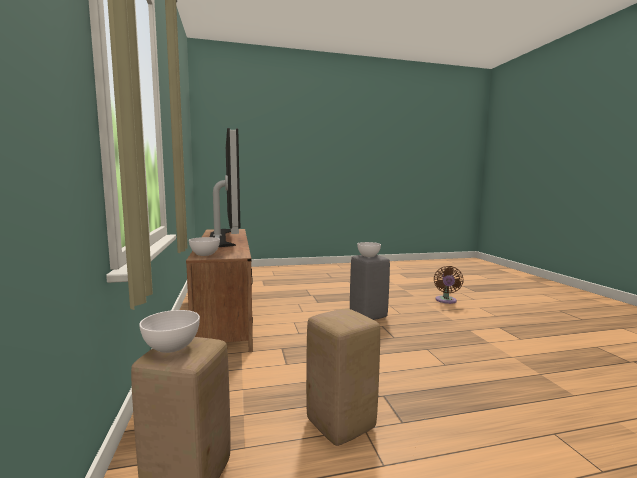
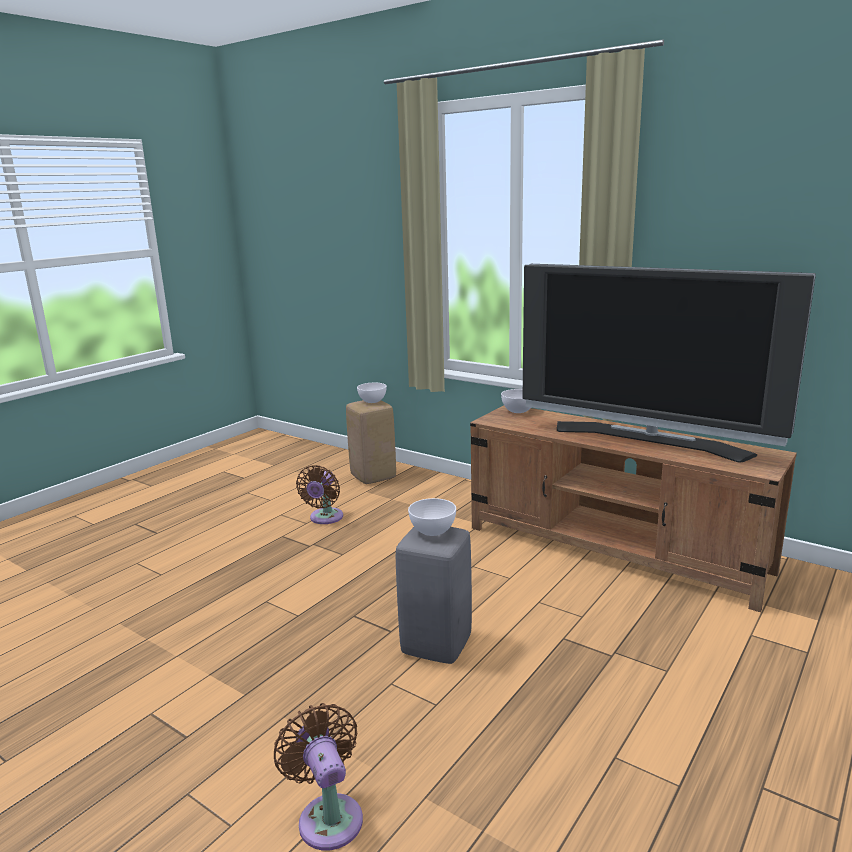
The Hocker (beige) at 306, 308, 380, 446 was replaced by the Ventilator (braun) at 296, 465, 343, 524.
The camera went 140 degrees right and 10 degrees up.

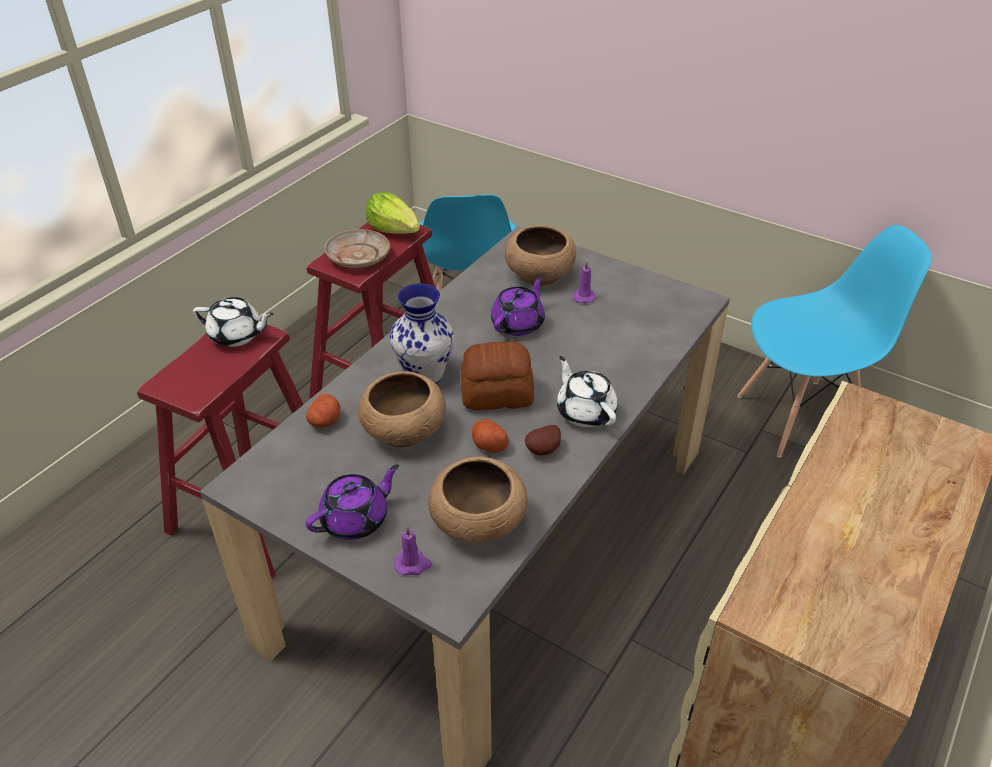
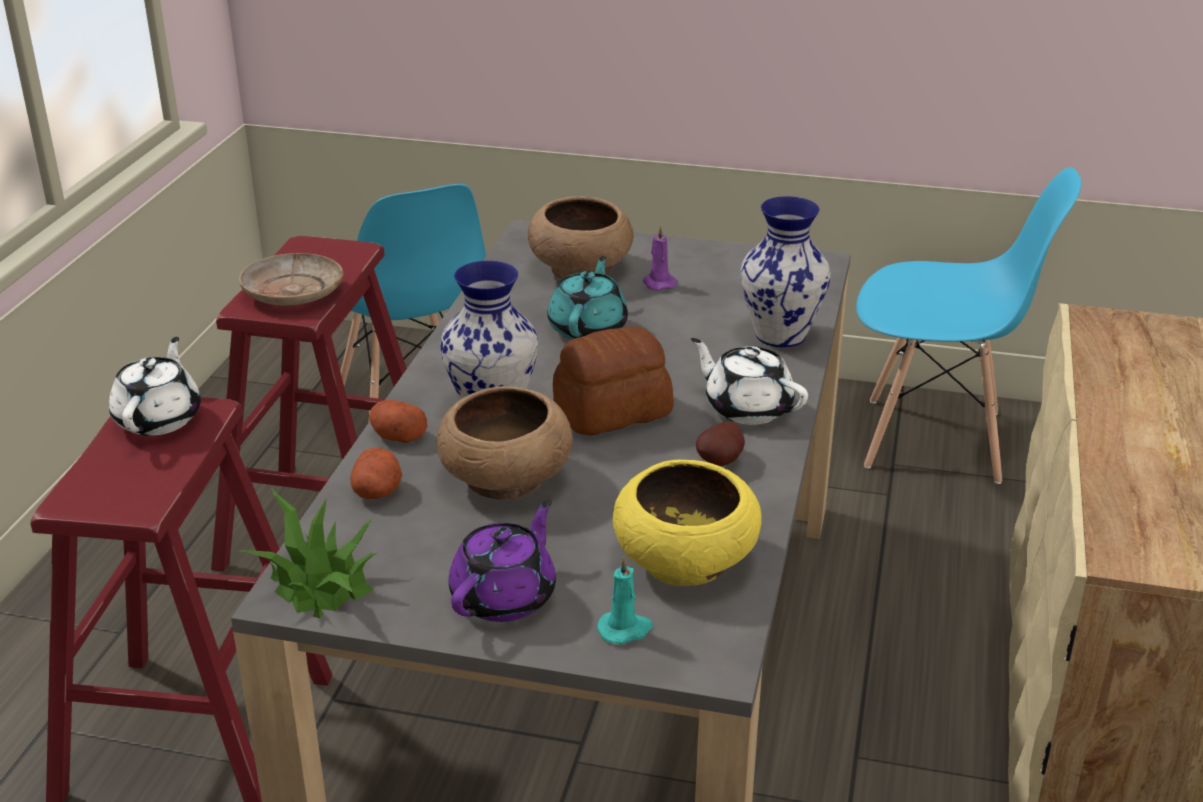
The Teekanne (weiß) at 193, 297, 274, 347 turned 75 degrees counterclockwise.
The Salatkopf at 366, 192, 420, 234 disappeared.
The Kerze (lila) at 394, 526, 432, 576 became the Kerze (türkis) at 597, 556, 653, 644.
The Schüssel (braun) at 428, 457, 528, 544 became the Schüssel (gelb) at 613, 460, 762, 586.
The Kartoffel moved from 472, 419, 509, 453 to 369, 400, 427, 443.
The Teekanne (lila) at 491, 276, 545, 336 became the Teekanne (türkis) at 548, 256, 628, 340.
The Stuhl (blau) at 737, 225, 932, 458 turned 45 degrees clockwise.
The Topfpflanze at 239, 489, 377, 618 appeared.
The Vase at 740, 196, 831, 347 appeared.
The camera went 20 degrees left and 10 degrees down.

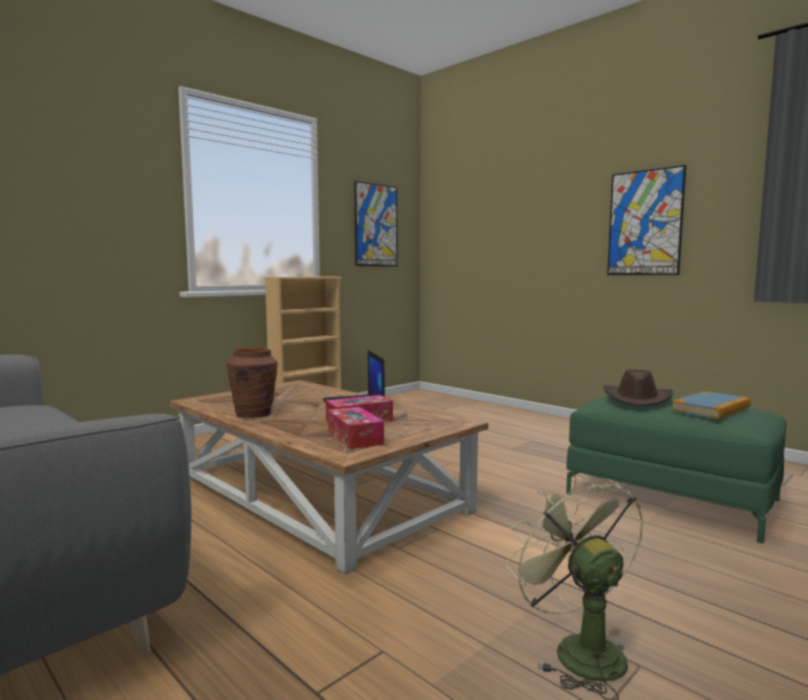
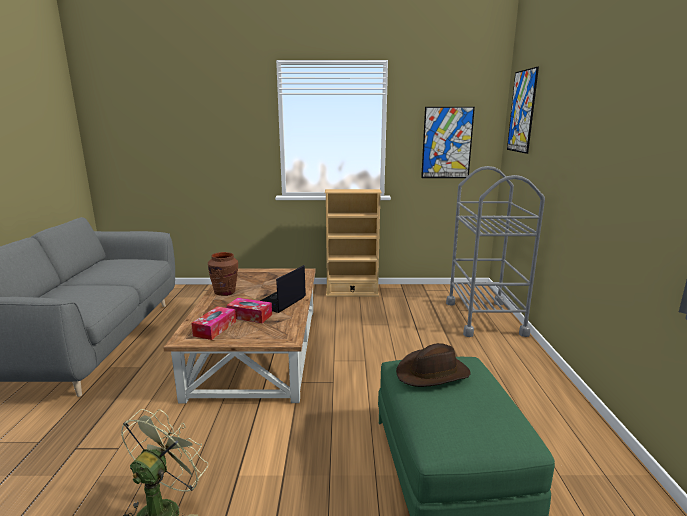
The Bild moved from 607, 165, 686, 275 to 507, 67, 539, 154.
The Buch at 671, 392, 751, 419 disappeared.
The Rollwagen (grau) at 446, 166, 545, 337 appeared.
The camera went 45 degrees right and 10 degrees up.

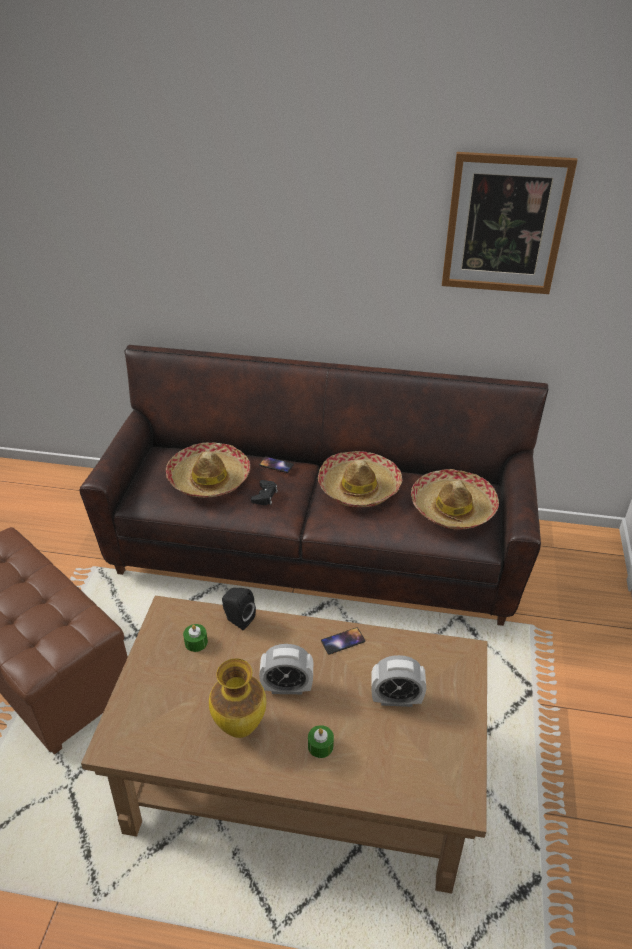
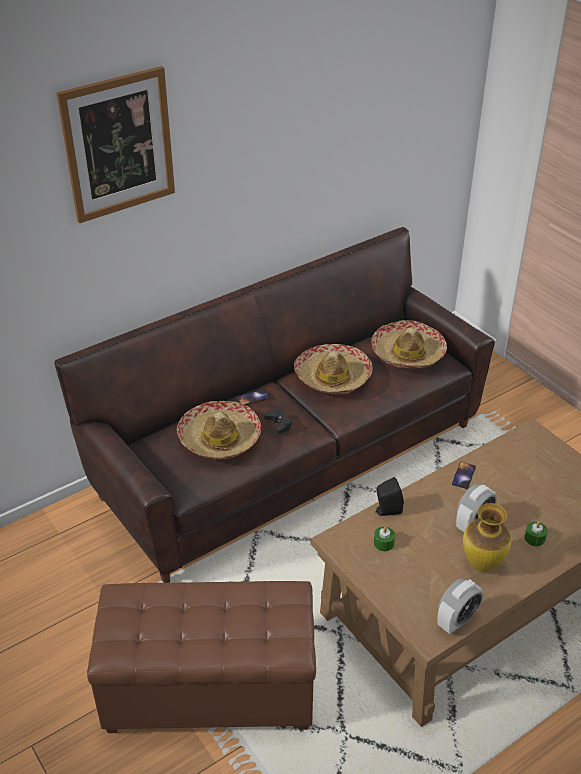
The Wecker moved from 371, 655, 426, 707 to 437, 578, 483, 634.
The Bild moved from 442, 152, 577, 294 to 57, 66, 175, 223.
The camera went 45 degrees left and 0 degrees up.

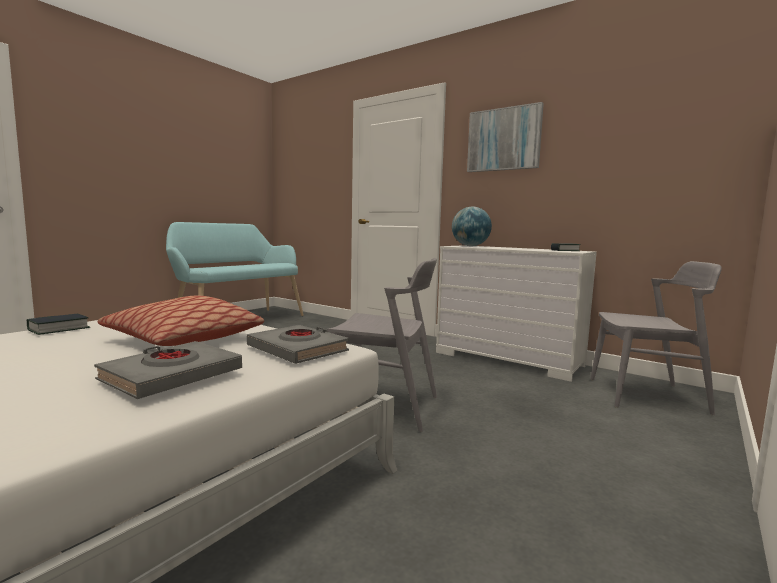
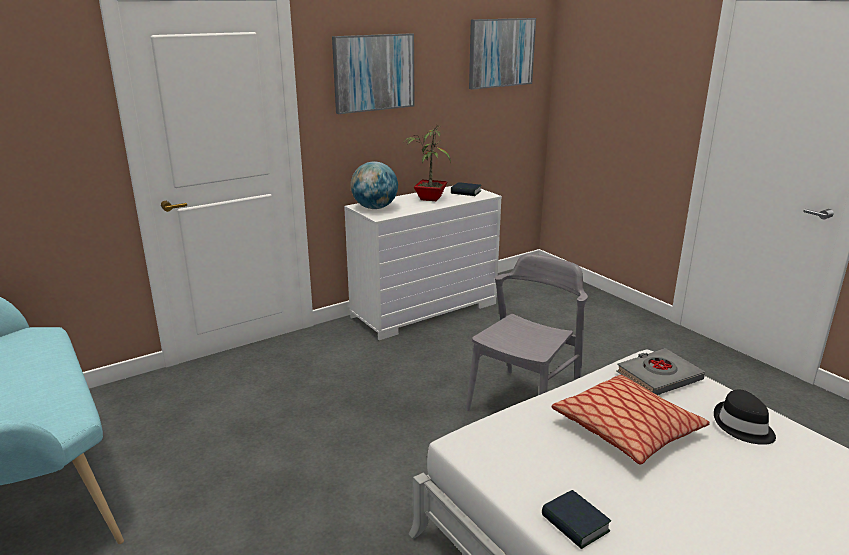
The Buch (grau) at 94, 341, 242, 399 was replaced by the Hut (schwarz) at 714, 389, 776, 445.
The Stuhl (grau) at 591, 261, 722, 415 disappeared.
The Topfpflanze at 404, 125, 451, 201 appeared.
The Bild at 469, 18, 536, 90 appeared.
The camera went 70 degrees left and 15 degrees up.

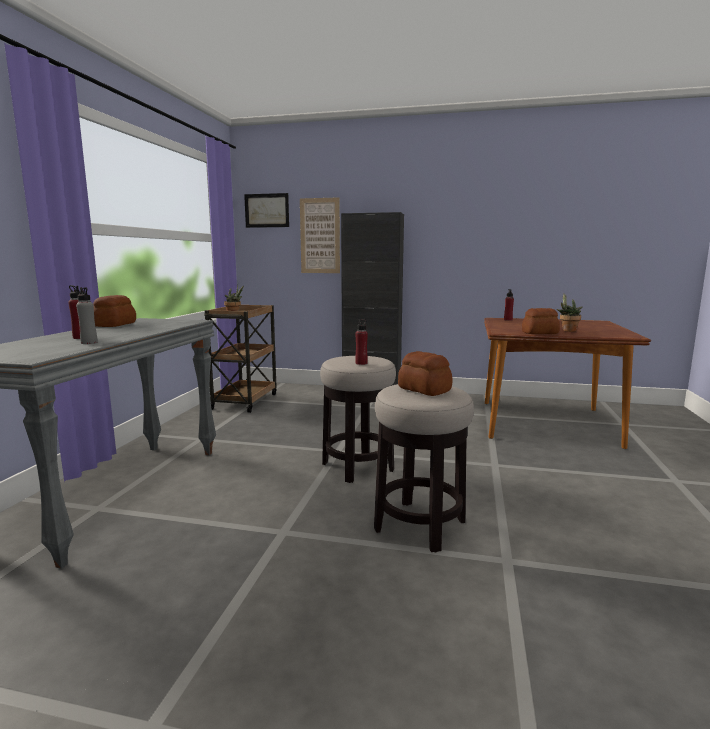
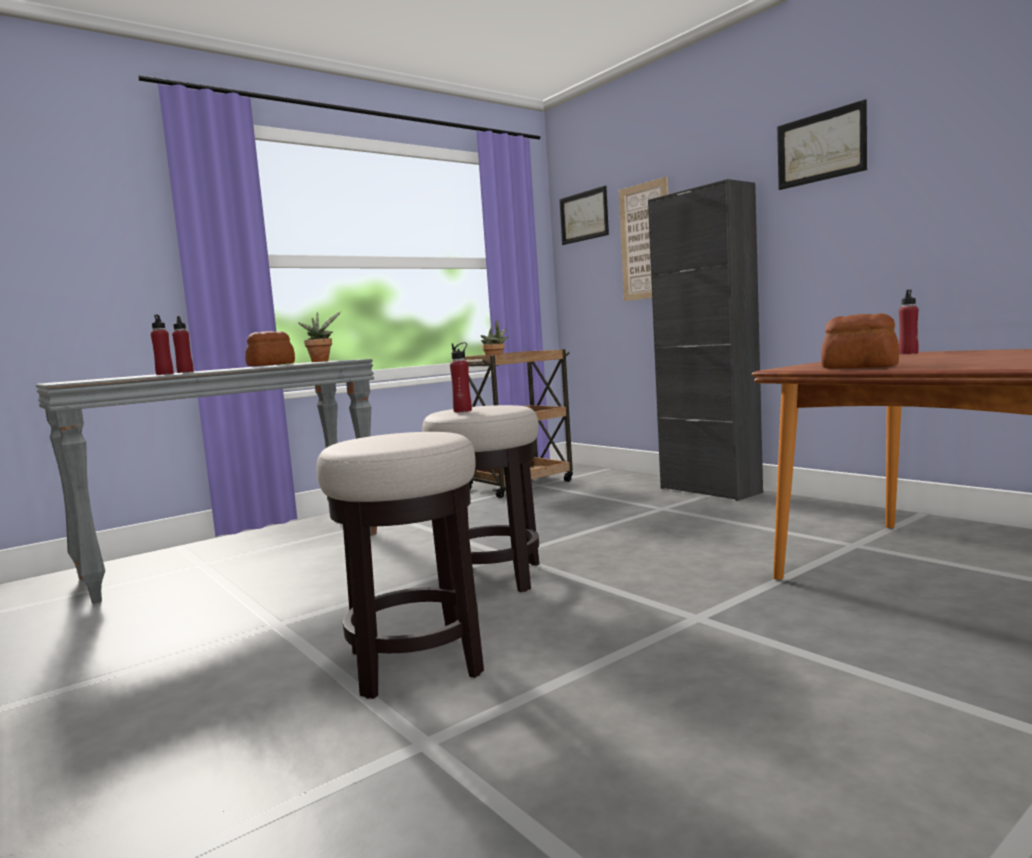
The Flasche (grau) at 76, 287, 98, 344 became the Flasche (rot) at 151, 314, 174, 375.
The Brot at 398, 351, 452, 396 disappeared.
The Topfpflanze moved from 557, 294, 582, 332 to 298, 311, 341, 362.
The Bild at 777, 99, 867, 190 appeared.
The camera went 40 degrees right and 5 degrees down.

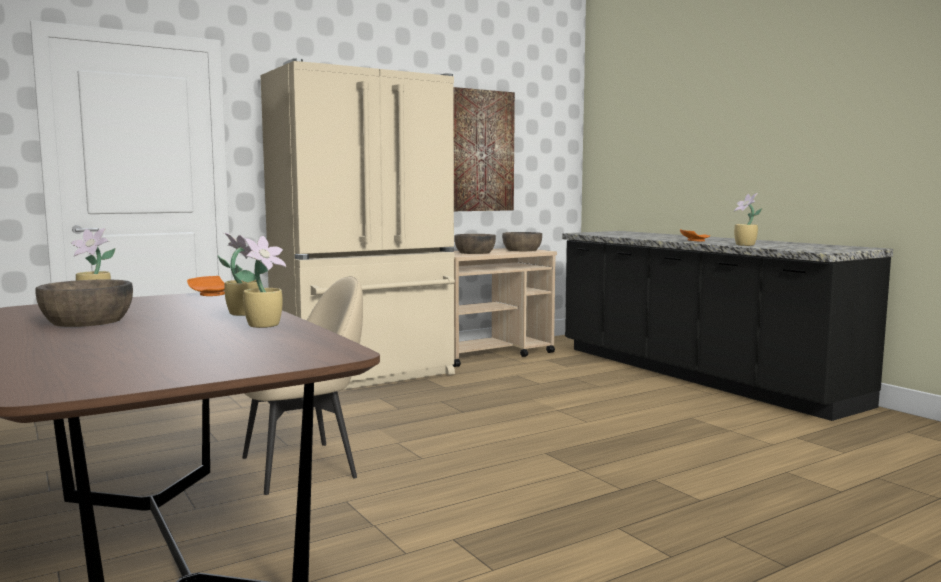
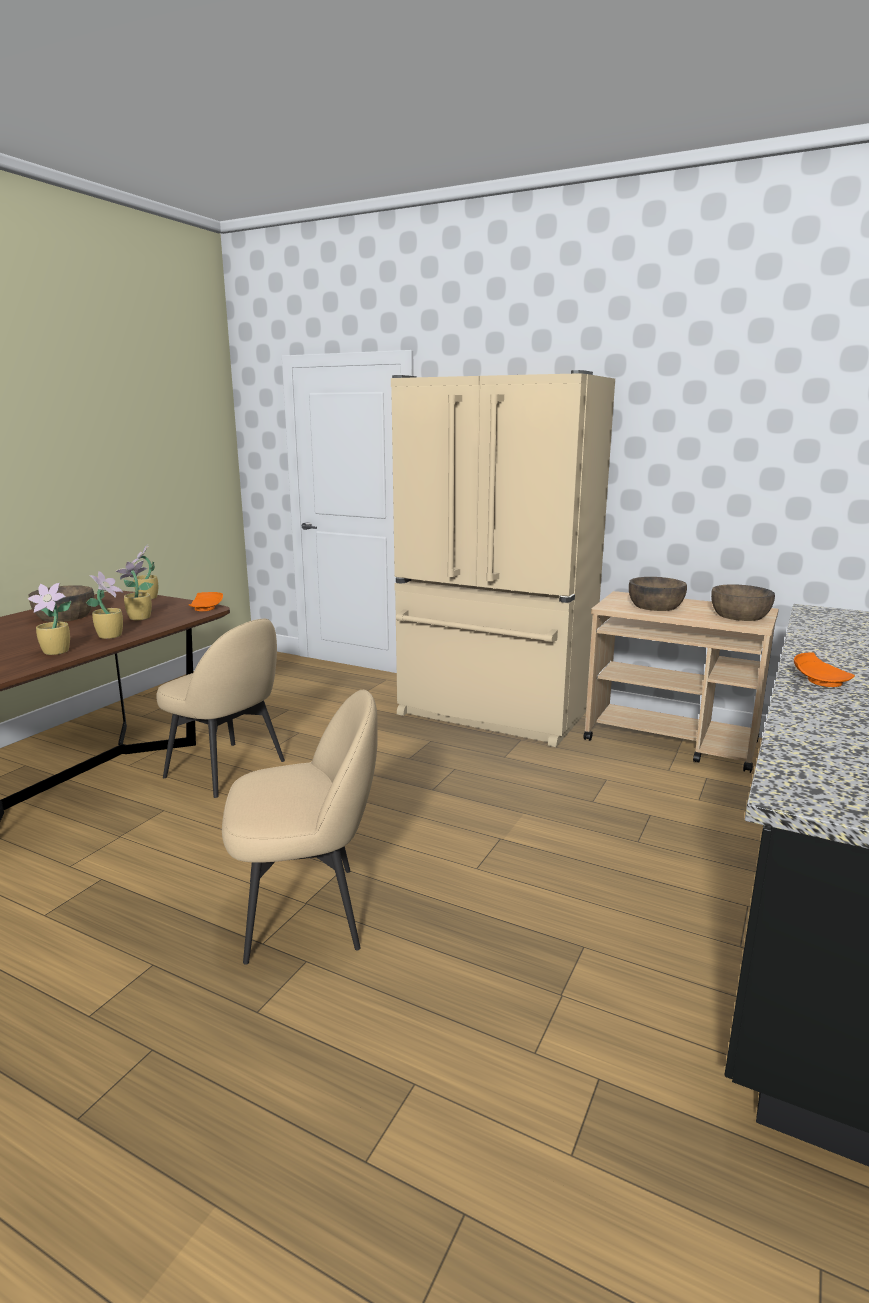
The Bild at 453, 87, 515, 211 disappeared.
The Topfpflanze moved from 734, 193, 762, 246 to 115, 560, 154, 620.
The Stuhl (beige) at 222, 690, 378, 965 appeared.
The camera went 60 degrees right and 10 degrees up.

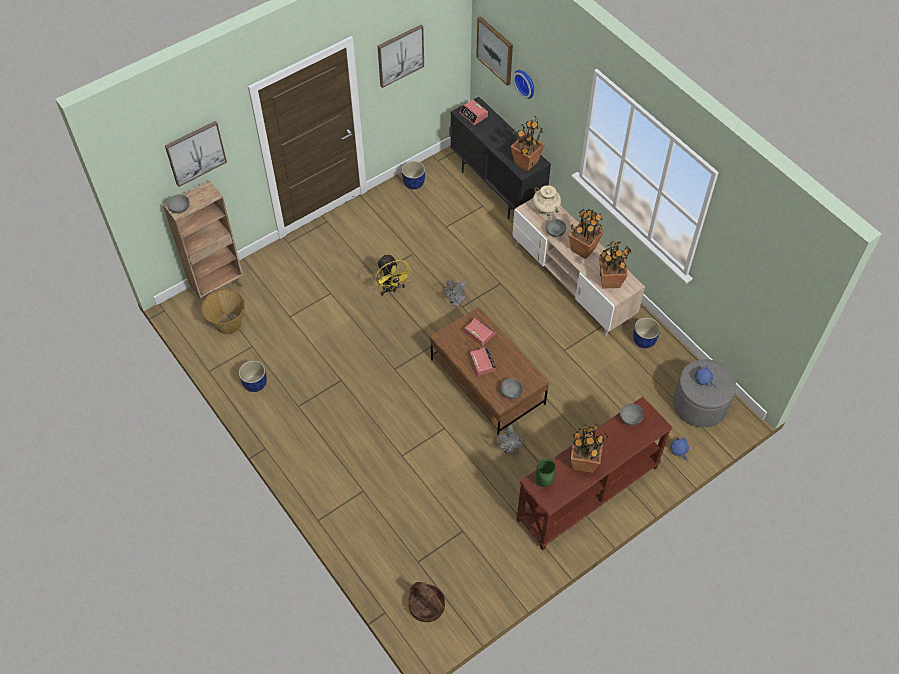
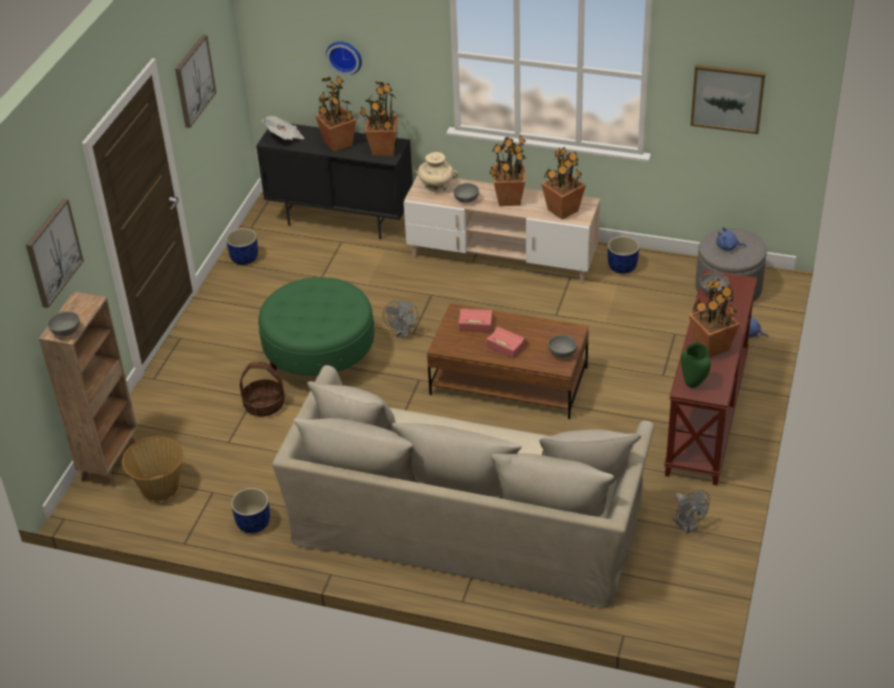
The Ventilator (gelb) at 375, 254, 412, 296 was replaced by the Polsterhocker (grün) at 258, 277, 374, 376.
The Korb moved from 408, 582, 445, 622 to 240, 362, 285, 417.
The Wecker at 459, 100, 488, 125 was replaced by the Zeitung at 262, 116, 304, 140.
The Bild moved from 476, 16, 513, 86 to 690, 64, 766, 134.
The Ventilator (grau) moved from 495, 425, 525, 454 to 673, 490, 710, 534.
The Sofa (beige) at 272, 365, 654, 608 appeared.
The Topfpflanze at 315, 76, 356, 152 appeared.
The camera went 35 degrees left and 15 degrees down.

